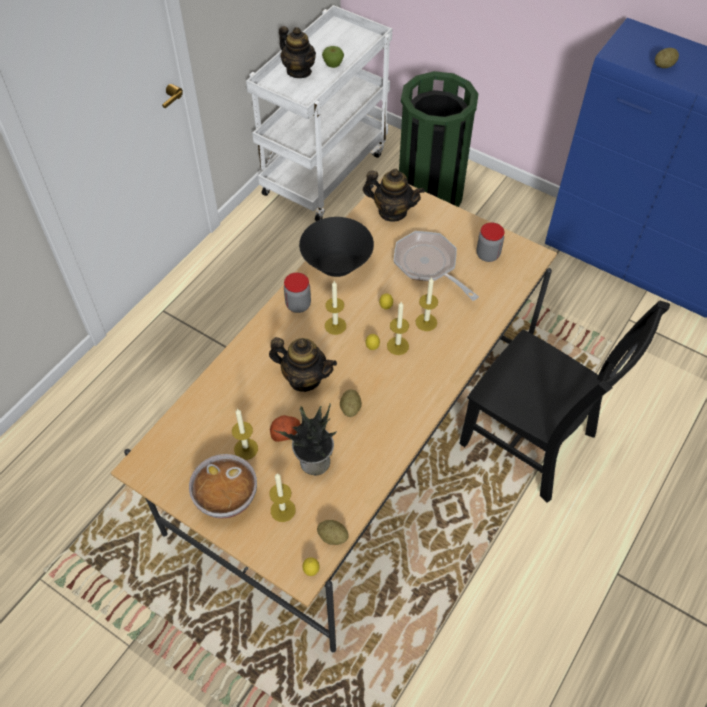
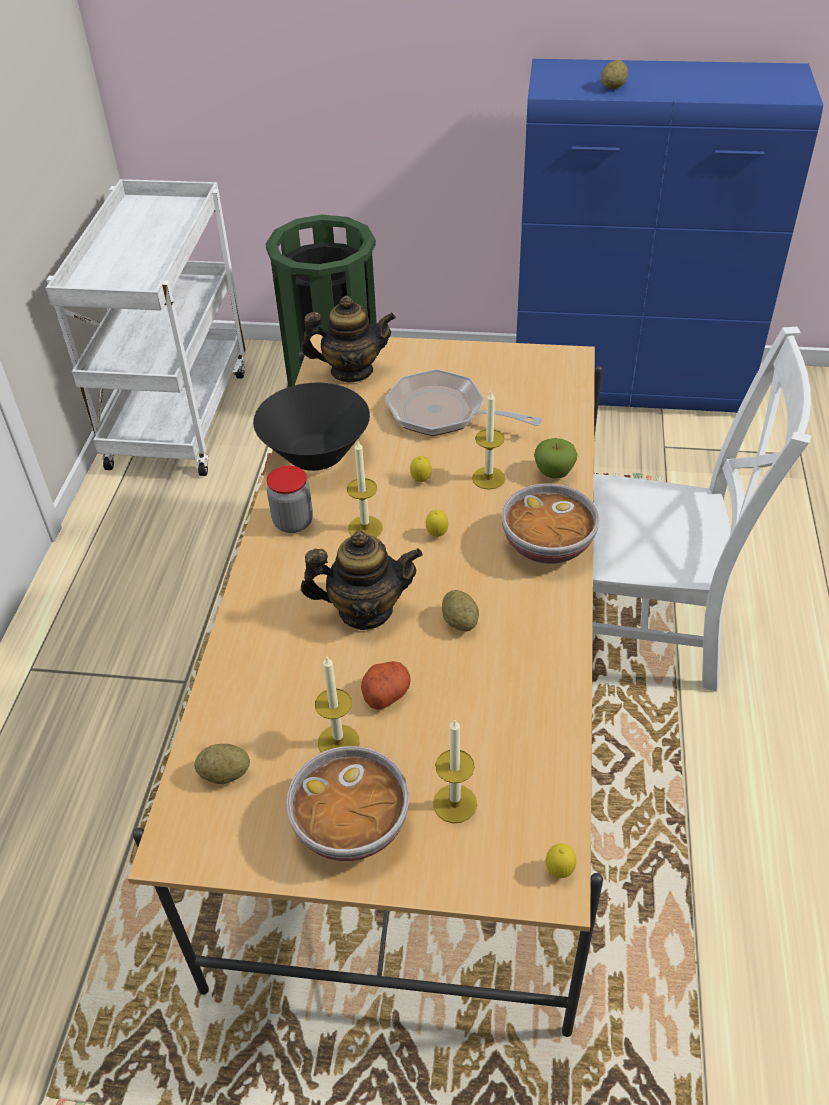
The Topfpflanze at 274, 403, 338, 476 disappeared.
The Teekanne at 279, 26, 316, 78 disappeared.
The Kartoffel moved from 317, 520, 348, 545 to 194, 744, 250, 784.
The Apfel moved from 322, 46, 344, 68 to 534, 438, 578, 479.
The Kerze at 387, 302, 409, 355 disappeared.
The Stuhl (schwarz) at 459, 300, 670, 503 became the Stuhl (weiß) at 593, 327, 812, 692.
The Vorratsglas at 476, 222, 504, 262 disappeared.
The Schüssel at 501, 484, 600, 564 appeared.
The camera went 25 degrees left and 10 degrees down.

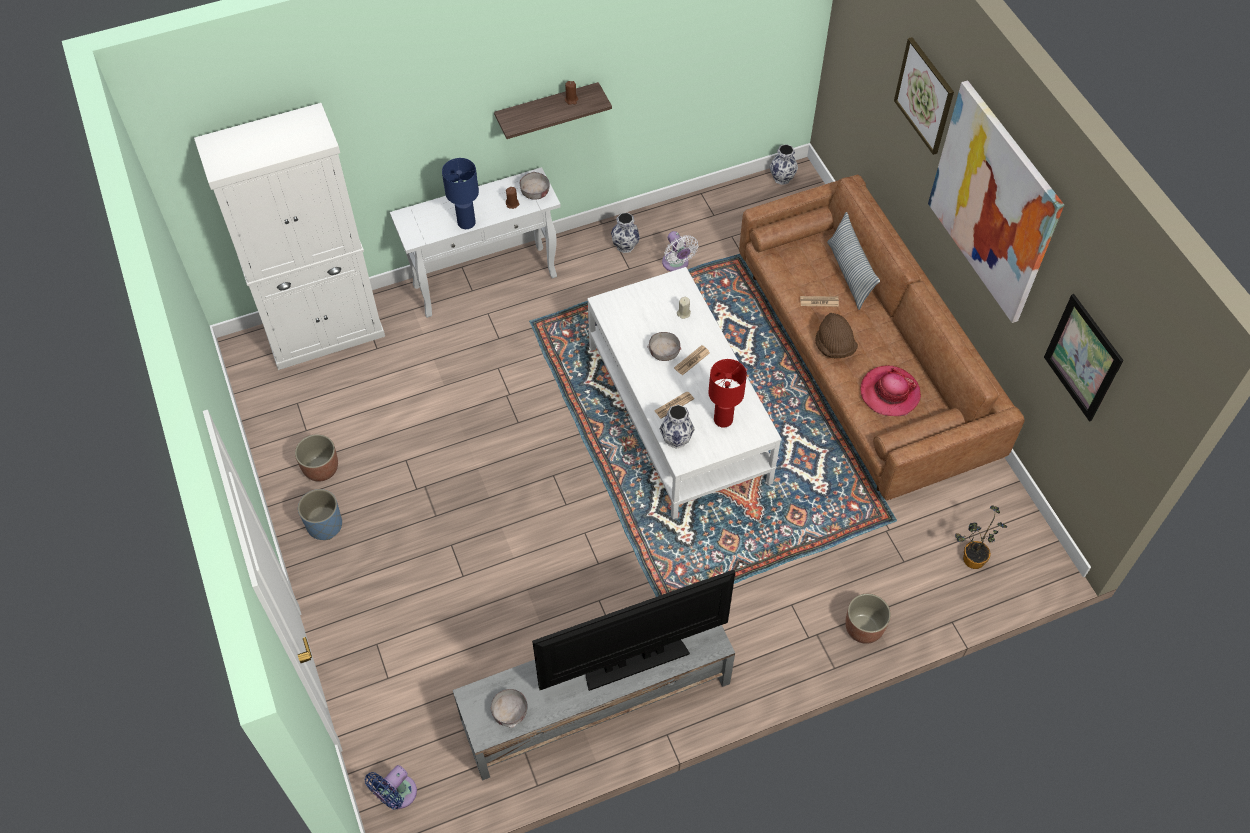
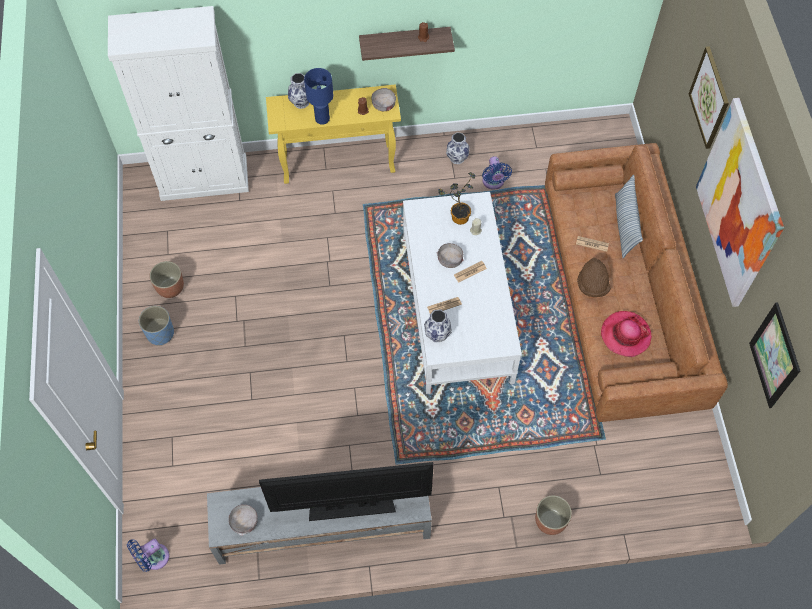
The Konsolentisch (weiß) at 390, 167, 561, 318 became the Konsolentisch (gelb) at 266, 84, 401, 184.
The Ventilator (weiß) at 662, 231, 698, 272 became the Ventilator (blau) at 482, 156, 512, 190.
The Tischlampe (rot) at 708, 359, 747, 428 disappeared.
The Vase moved from 770, 144, 798, 185 to 288, 73, 309, 109.
The Topfpflanze moved from 955, 505, 1007, 569 to 438, 172, 475, 225.
The camera went 15 degrees right and 5 degrees up.

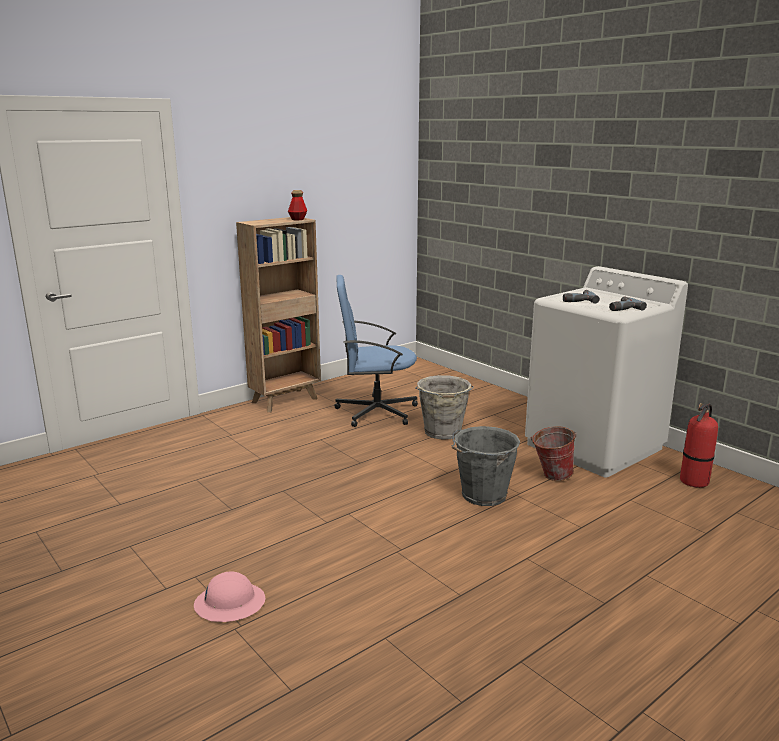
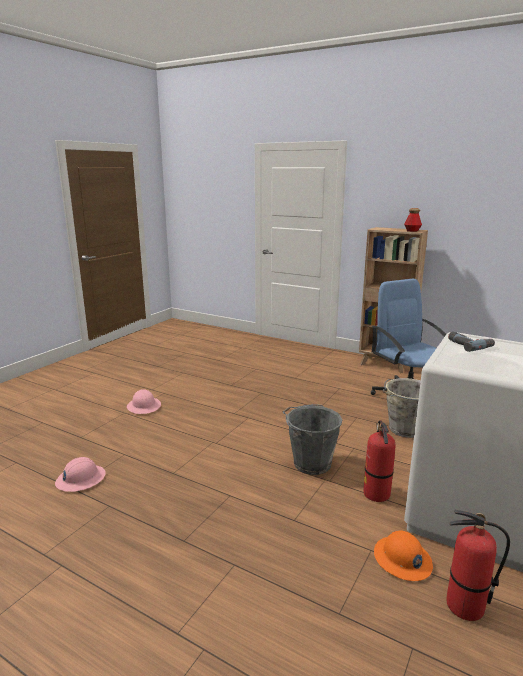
The Eimer at 531, 426, 577, 481 was replaced by the Feuerlöscher at 364, 420, 395, 502.
The Bohrmaschine at 609, 296, 647, 311 disappeared.
The Schutzhelm (rosa) at 55, 457, 106, 492 appeared.
The Schutzhelm (orange) at 374, 530, 433, 581 appeared.
The camera went 70 degrees right and 0 degrees up.

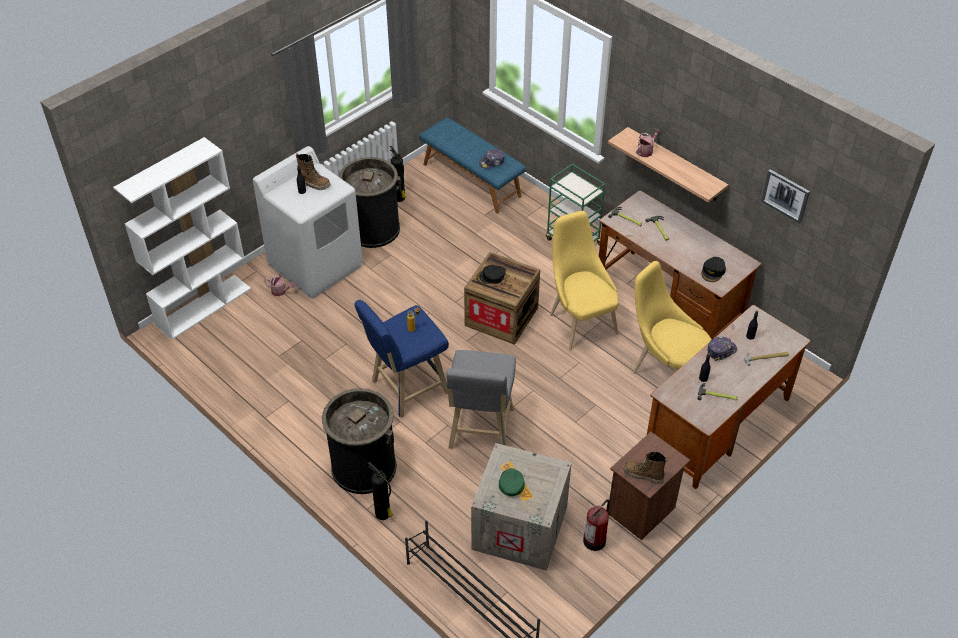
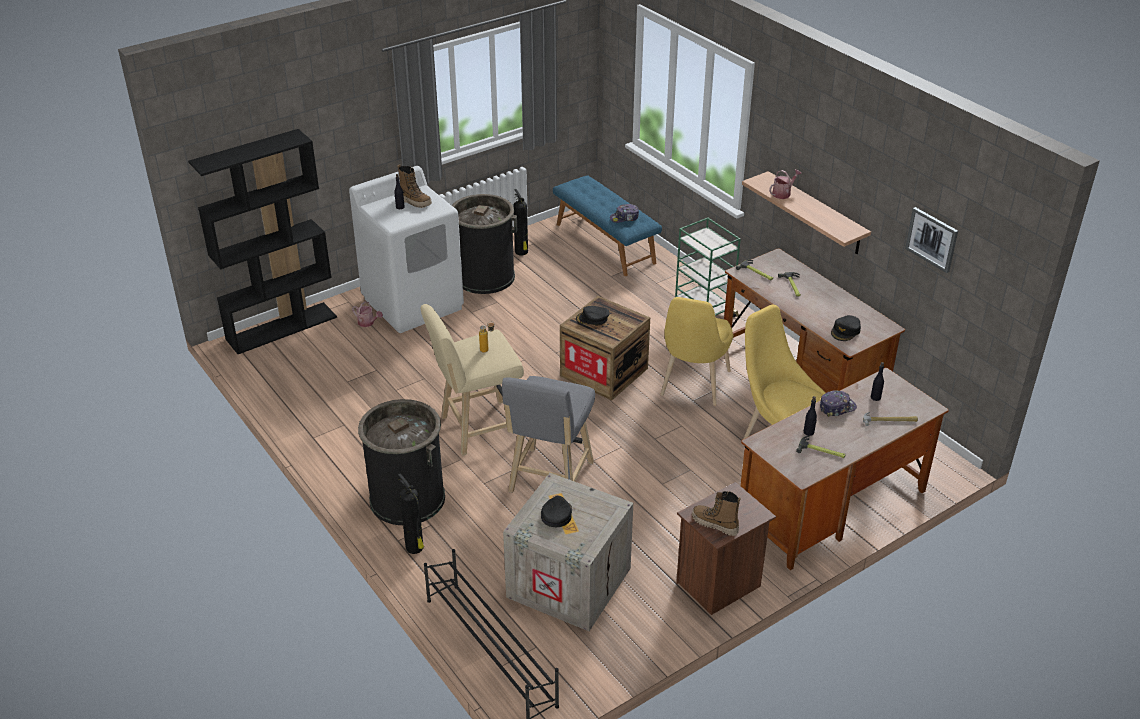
The Bücherregal (weiß) at 113, 137, 251, 340 became the Bücherregal (schwarz) at 188, 129, 337, 354.
The Hocker (blau) at 355, 300, 449, 418 became the Hocker (beige) at 421, 304, 524, 456.
The Kappe (grün) at 499, 468, 525, 496 became the Kappe (schwarz) at 541, 496, 572, 527.
The Stuhl (gelb) at 550, 211, 618, 351 turned 150 degrees counterclockwise.
The Feuerlöscher at 583, 499, 610, 551 disappeared.
The camera went 10 degrees right and 10 degrees down.

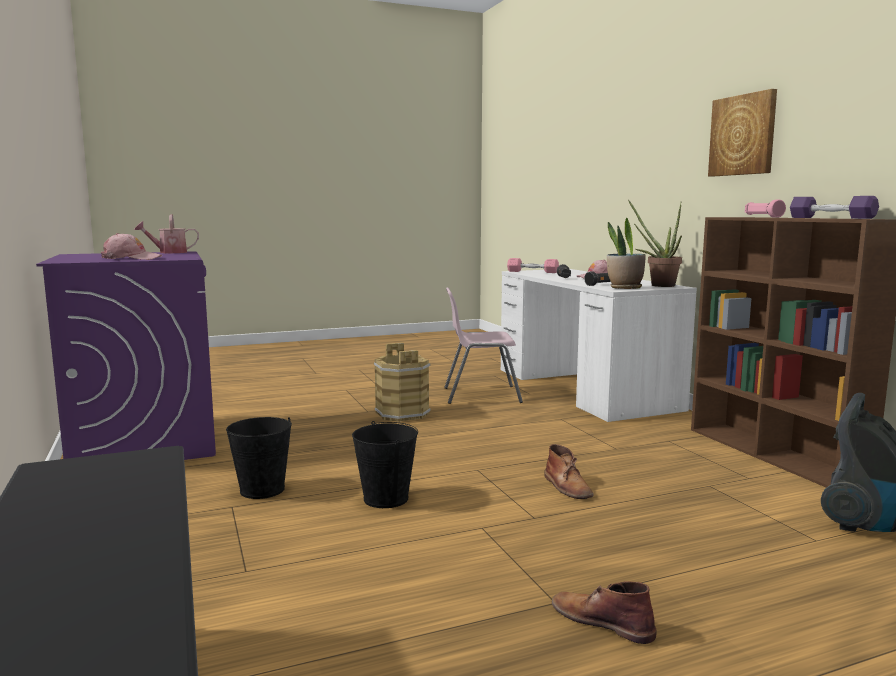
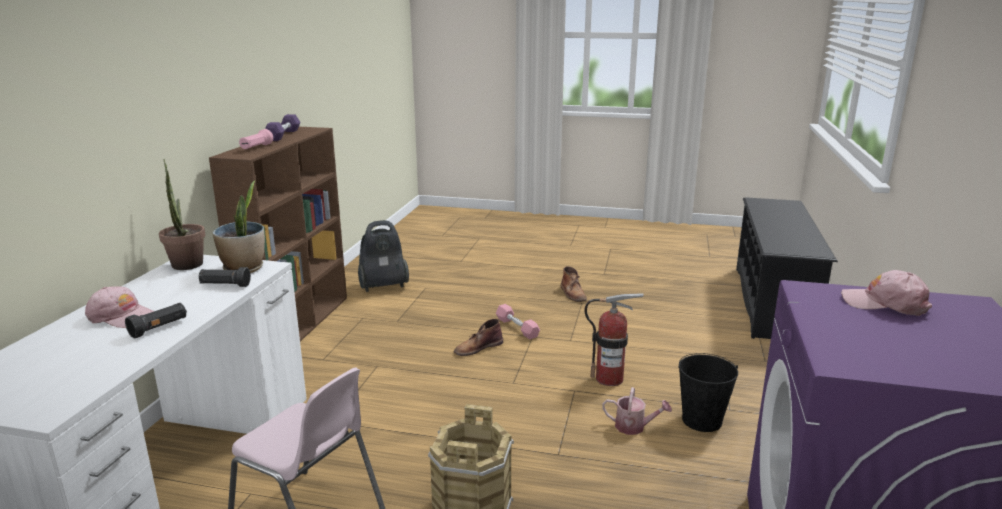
The Gießkanne moved from 134, 215, 199, 253 to 602, 387, 672, 435.
The Eimer (schwarz) at 352, 421, 418, 508 was replaced by the Feuerlöscher at 584, 293, 644, 386.
The Hantel (rosa) moved from 507, 258, 559, 273 to 496, 304, 540, 339.
The Stiefel (braun) at 544, 444, 594, 499 turned 135 degrees counterclockwise.
The Bild at 708, 89, 777, 177 disappeared.
The camera went 145 degrees left and 10 degrees up.

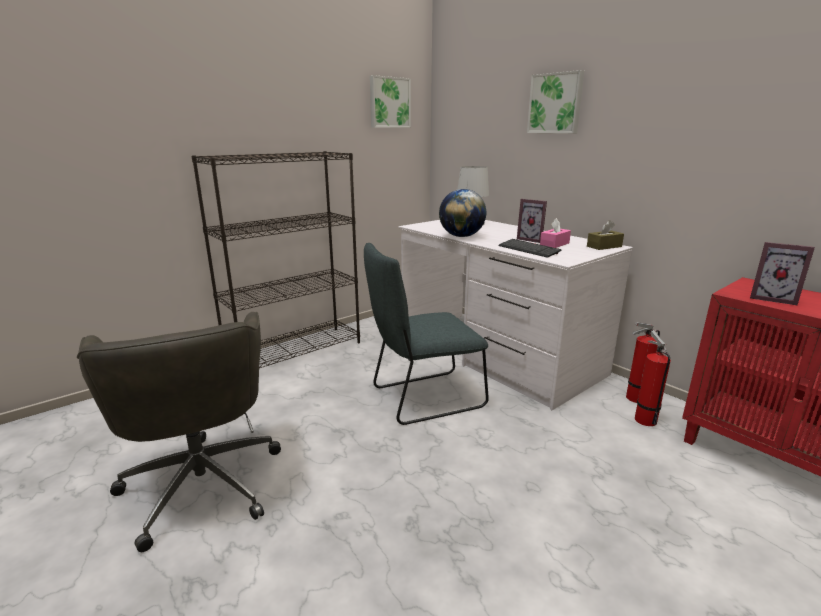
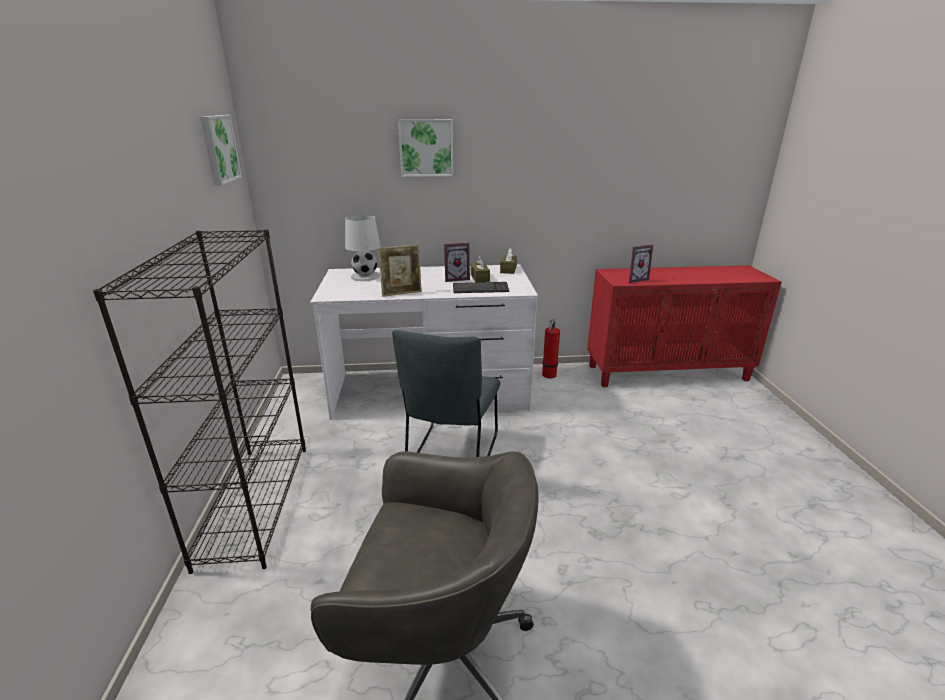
The Globus at 439, 189, 486, 237 was replaced by the Bilderrahmen at 378, 245, 422, 297.
The Taschentuchbox (rosa) at 540, 218, 571, 248 became the Taschentuchbox (braun) at 471, 255, 490, 282.
The Feuerlöscher at 635, 331, 671, 426 disappeared.
The camera went 55 degrees left and 5 degrees up.

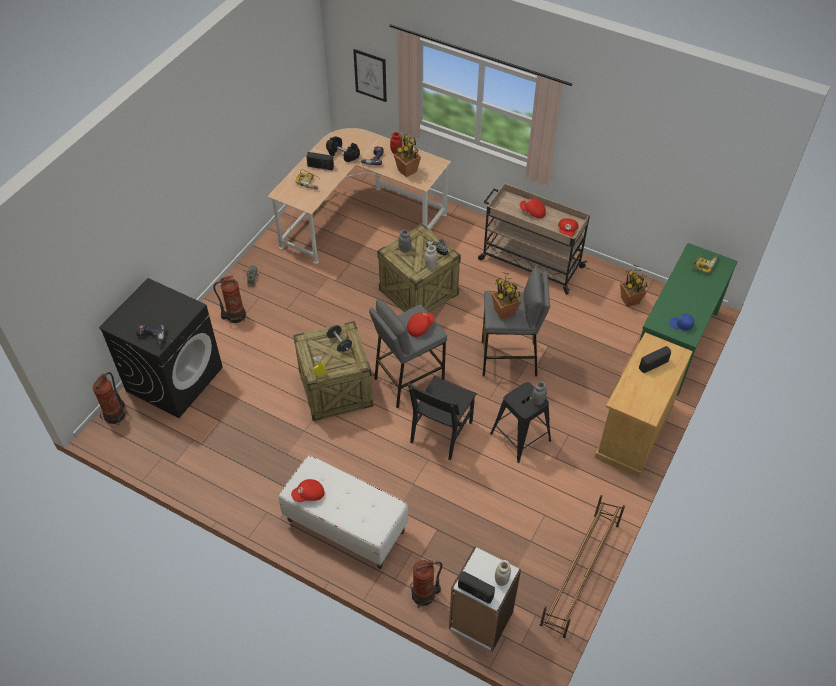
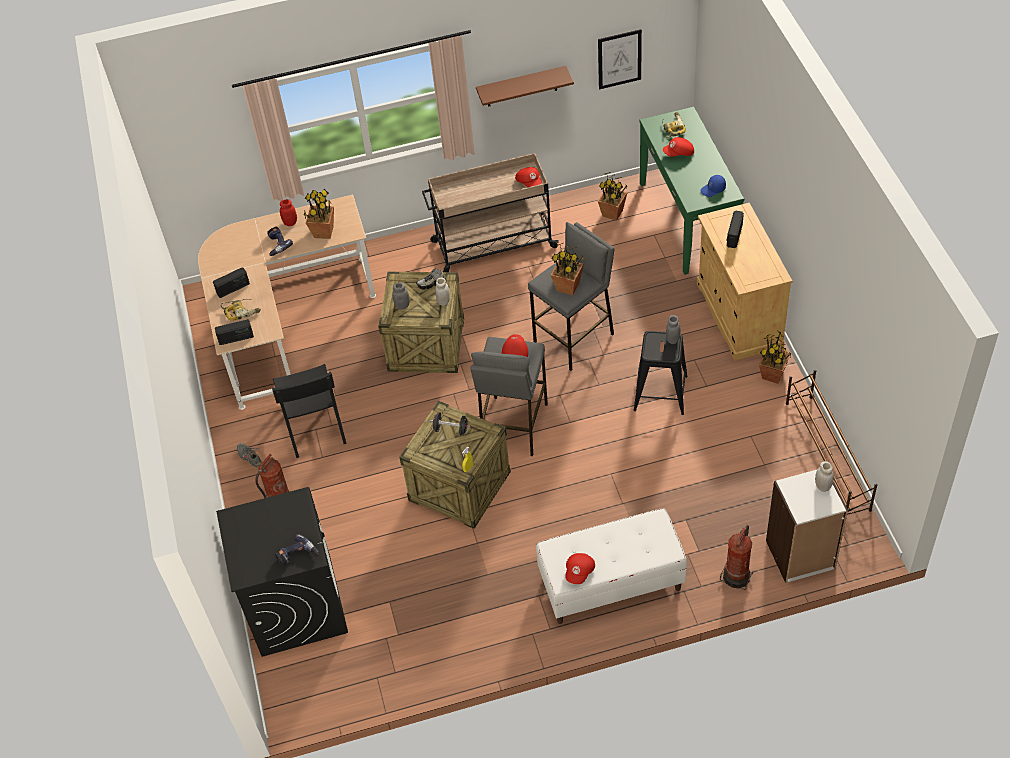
The Feuerlöscher at 93, 372, 128, 425 disappeared.
The Hantel (schwarz) at 326, 136, 360, 162 disappeared.
The Bild moved from 353, 49, 387, 102 to 598, 29, 642, 89.
The Stuhl (schwarz) moved from 408, 375, 477, 460 to 272, 364, 347, 458.
The Radio moved from 458, 571, 495, 604 to 215, 319, 254, 345.
The Kappe (rot) moved from 520, 198, 546, 219 to 663, 137, 694, 157.
The Wandregal (braun) at 476, 66, 574, 107 appeared.
The Topfpflanze at 759, 331, 791, 384 appeared.
The camera went 40 degrees left and 0 degrees up.

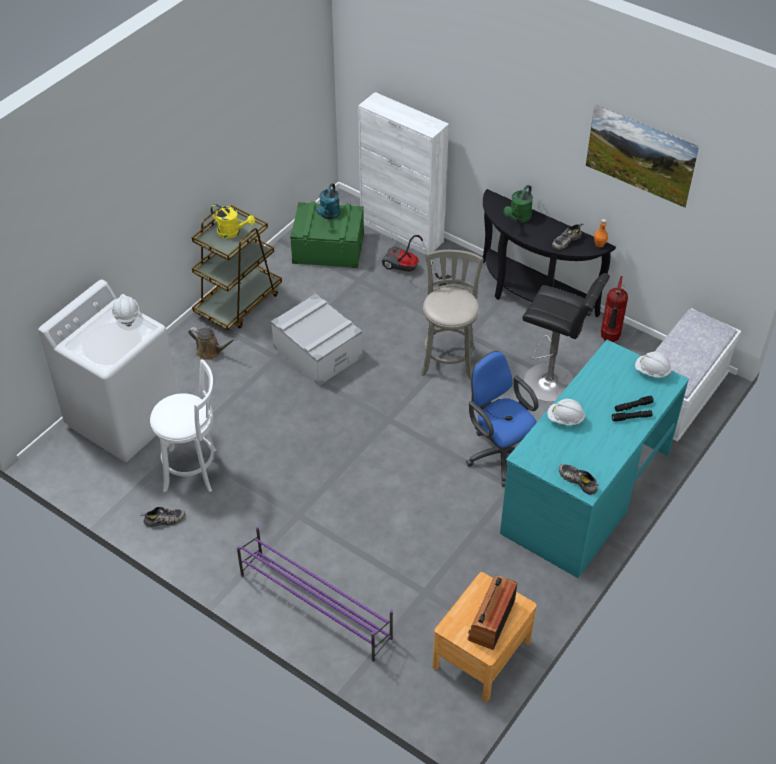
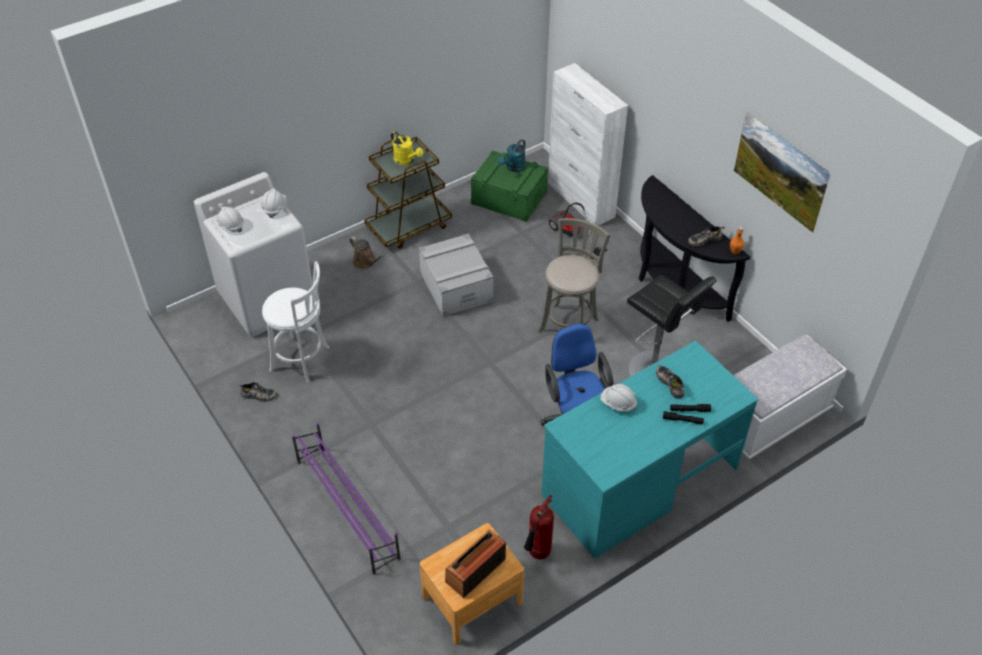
The Gießkanne (grün) at 504, 185, 533, 223 disappeared.
The Schuh moved from 559, 464, 599, 495 to 656, 365, 684, 398.
The Feuerlöscher moved from 601, 276, 628, 342 to 524, 495, 554, 559.
The Schutzhelm (weiß) moved from 635, 352, 671, 377 to 214, 207, 244, 233.
The camera went 20 degrees right and 0 degrees up.

